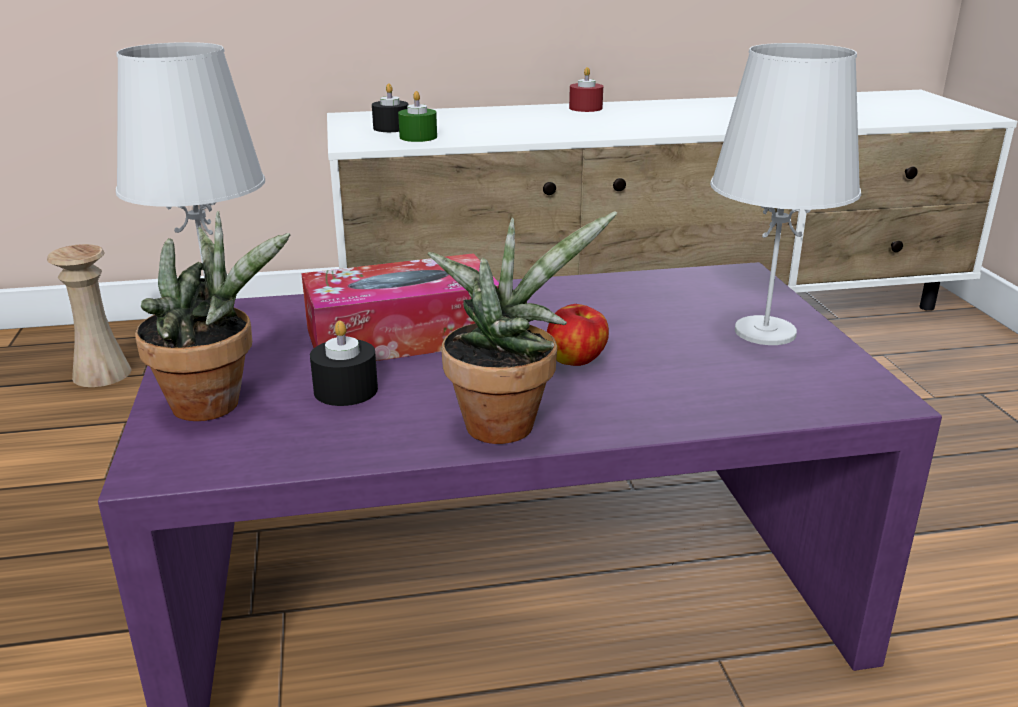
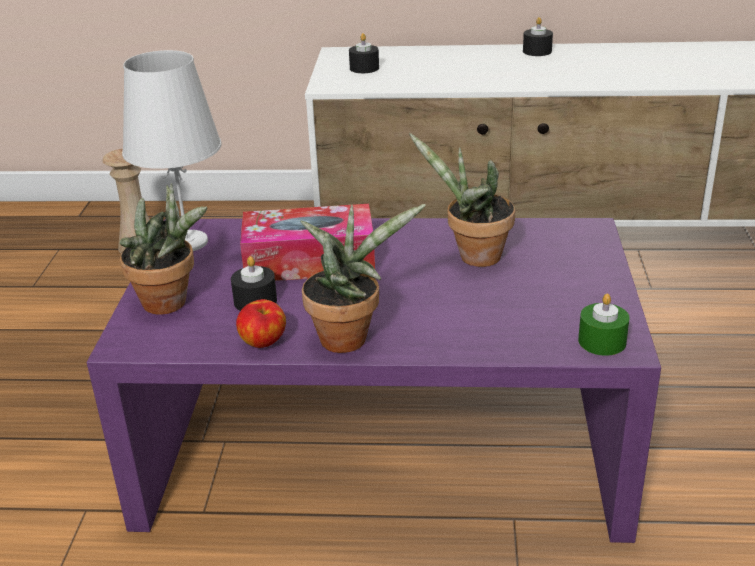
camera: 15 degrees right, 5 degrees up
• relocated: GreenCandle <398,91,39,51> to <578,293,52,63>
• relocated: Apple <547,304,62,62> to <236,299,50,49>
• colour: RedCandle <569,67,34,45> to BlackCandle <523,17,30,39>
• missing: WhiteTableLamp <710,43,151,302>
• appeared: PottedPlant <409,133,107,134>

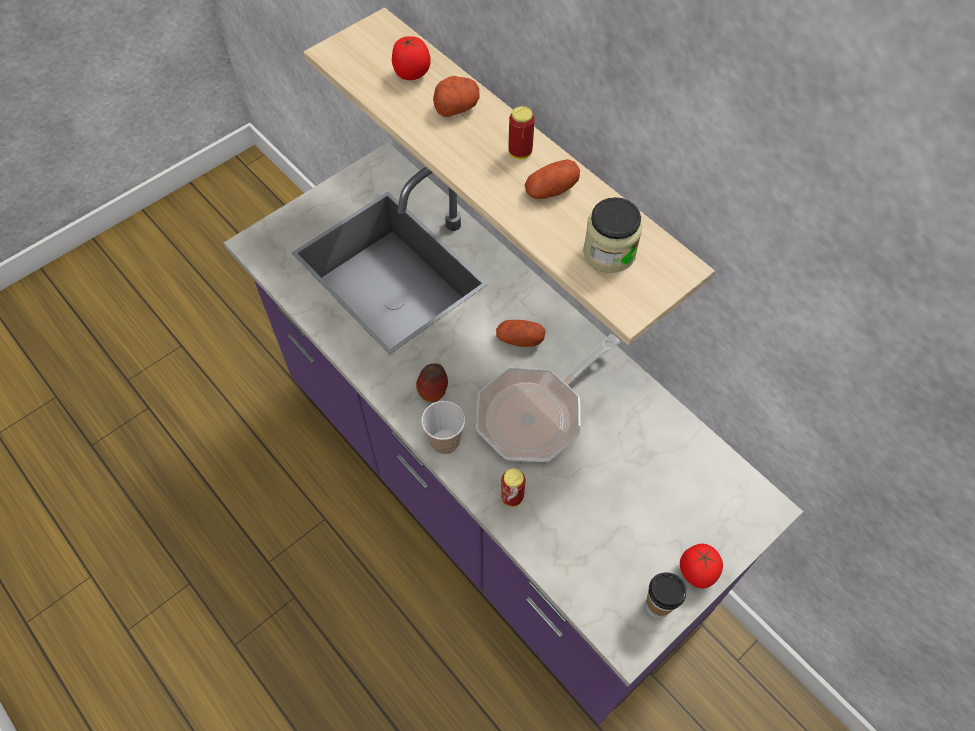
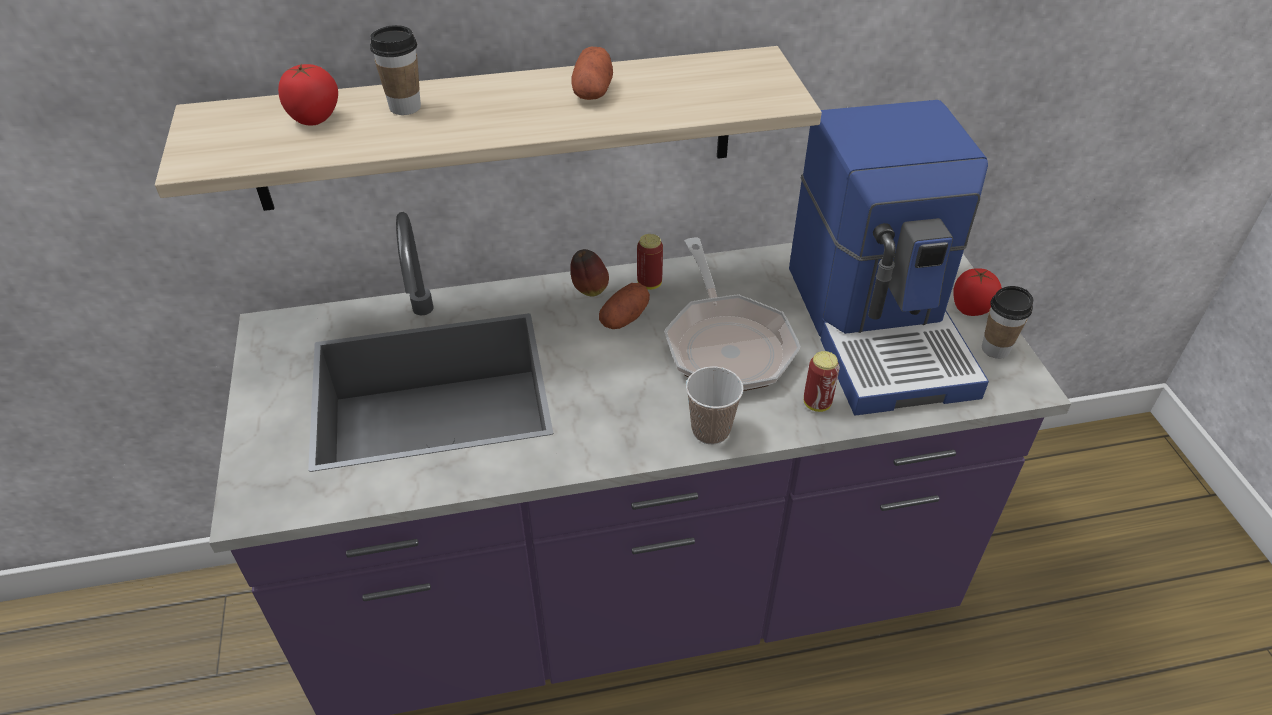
camera: 60 degrees left, 15 degrees down
• relocated: Apple <416,364,32,38> to <570,249,39,48>
• exchanged: Potato <433,76,47,41> to Cup <370,25,51,90>
• relocated: Can <509,106,26,53> to <637,234,26,56>
• missing: Jar <583,197,59,76>
• appeared: CoffeeMachine <789,100,200,316>

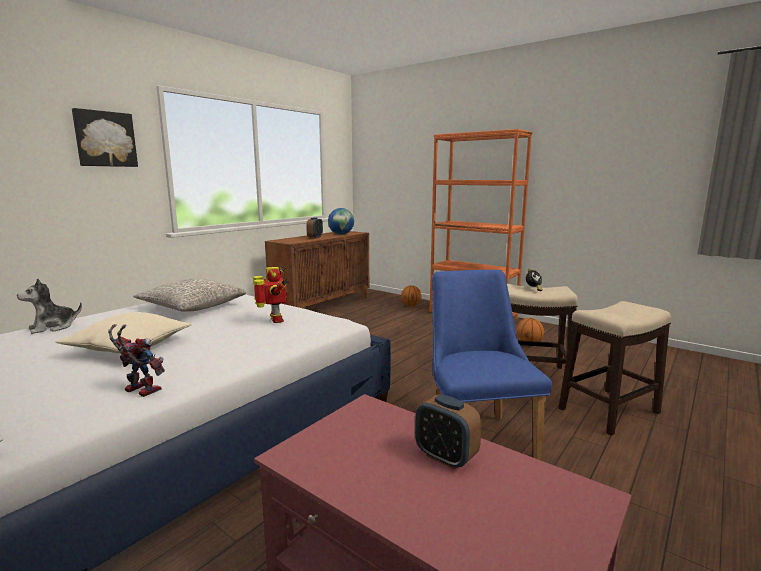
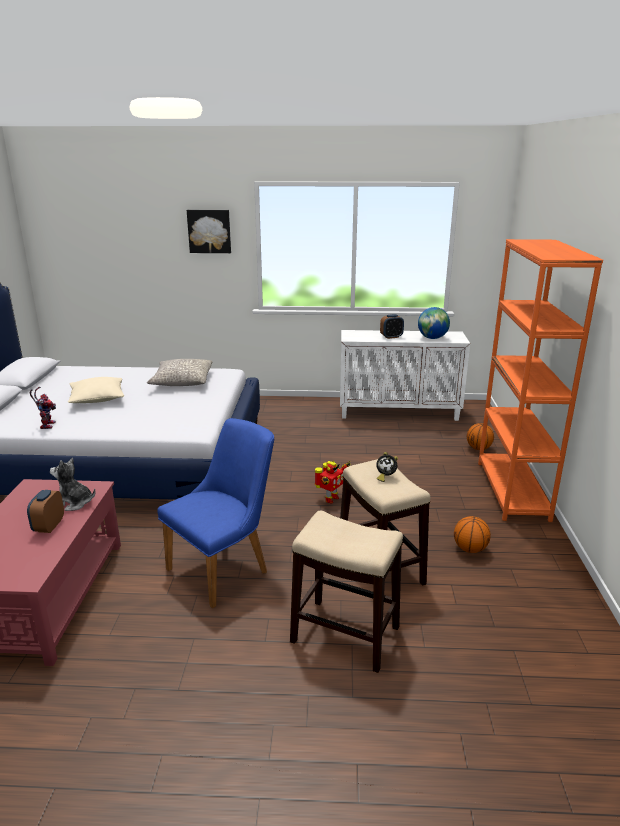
camera: 55 degrees right, 10 degrees up
• relocated: PlushToy <17,278,65,56> to <50,458,46,53>
• relocated: ToyRobot <253,266,36,57> to <315,461,35,42>
• colour: BrownCabinet <265,231,104,77> to WhiteCabinet <340,330,130,91>

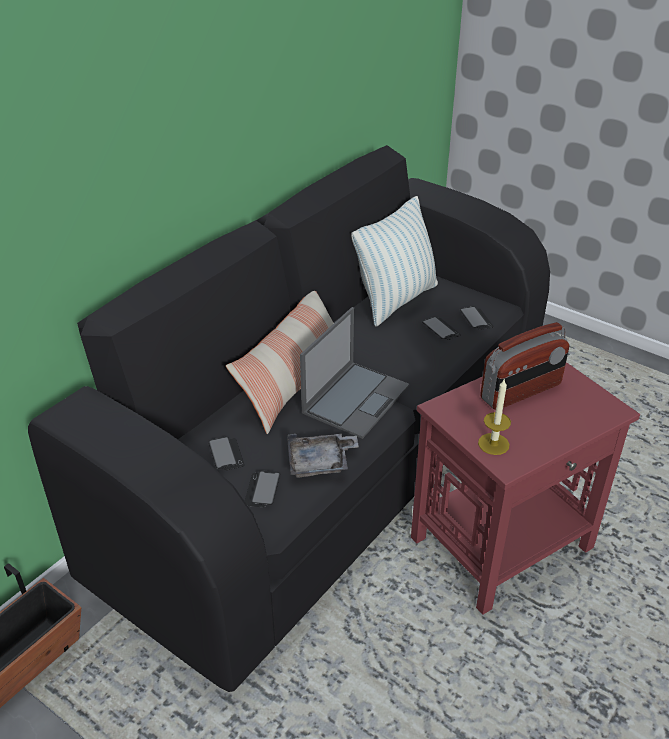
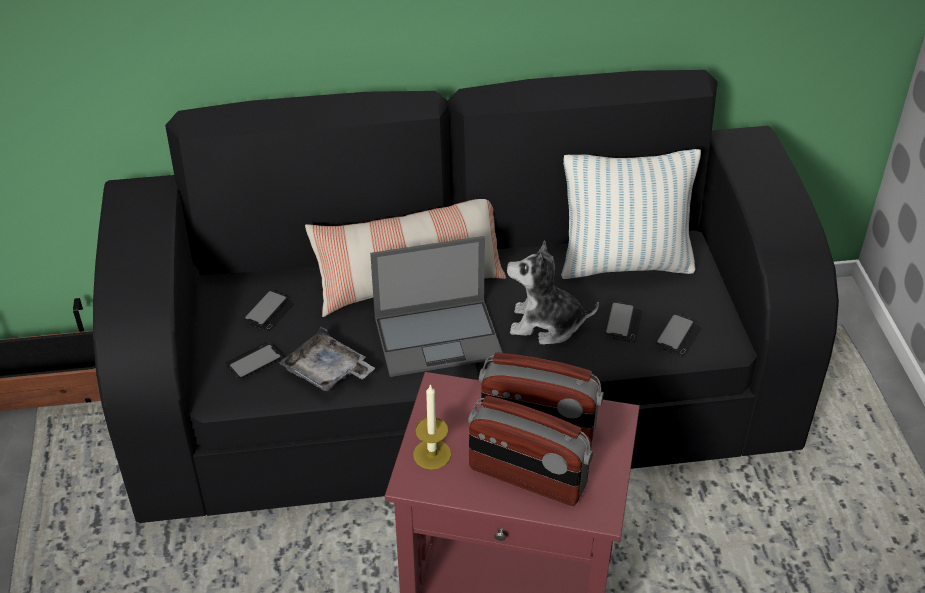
camera: 45 degrees right, 5 degrees up
• appeared: Radio <468,396,125,110>
• appeared: PlushToy <507,240,92,105>

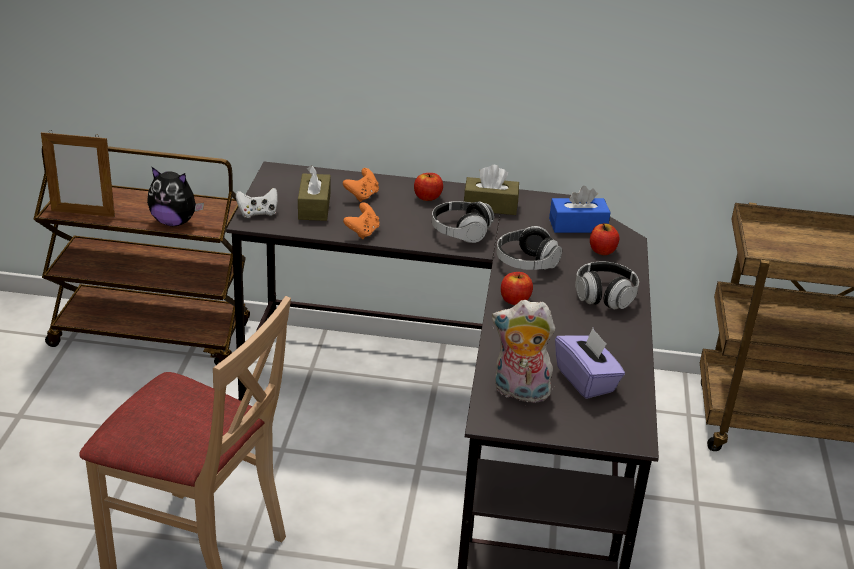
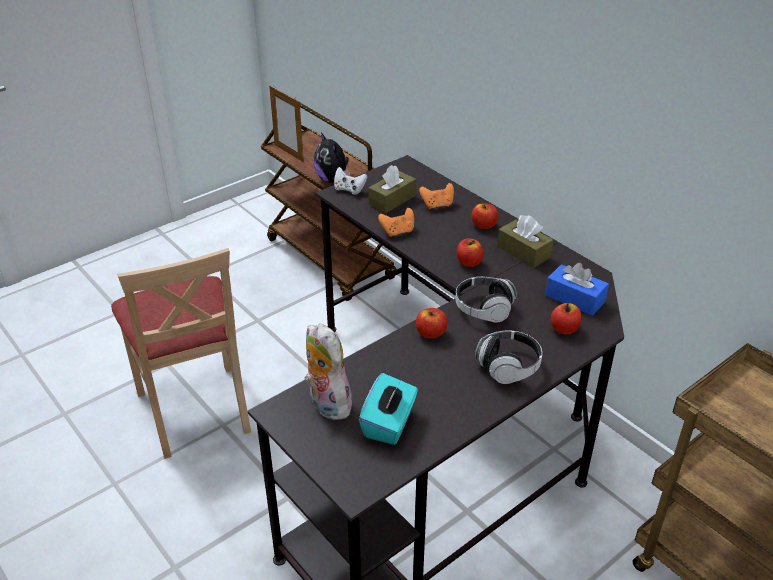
camera: 45 degrees right, 5 degrees up
• exchanged: Headphones <432,201,62,42> to Apple <457,239,26,28>
• colour: PurpleTissueBox <555,328,70,71> to TurquoiseTissueBox <359,373,59,72>

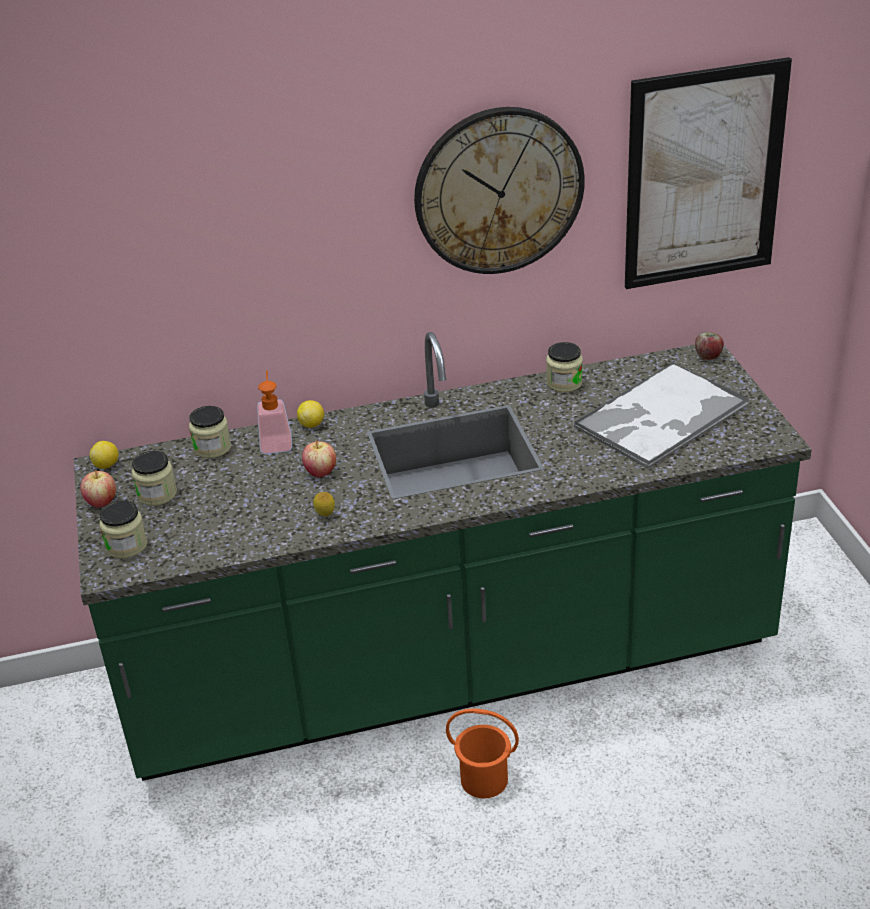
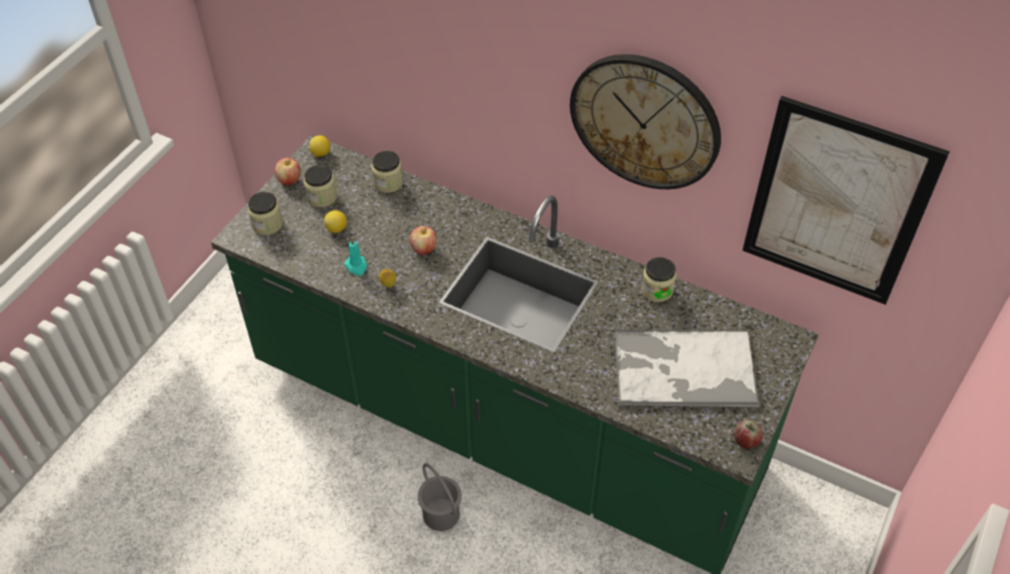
camera: 40 degrees right, 15 degrees up
• missing: SoapDispenser <257,370,35,84>
• relocated: Lemon <297,400,27,28> to <324,210,23,23>
• colour: OrangeBucket <446,708,73,90> to GreyBucket <418,463,44,68>
• relocated: Apple <695,332,29,28> to <734,419,29,30>
• appeared: TurquoiseCandle <344,238,23,38>

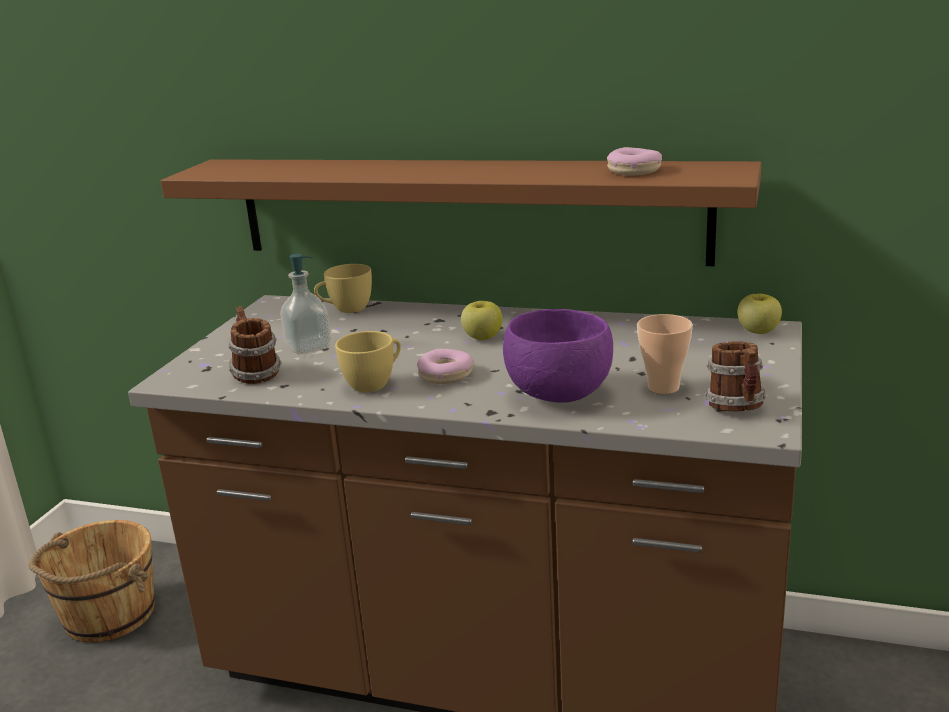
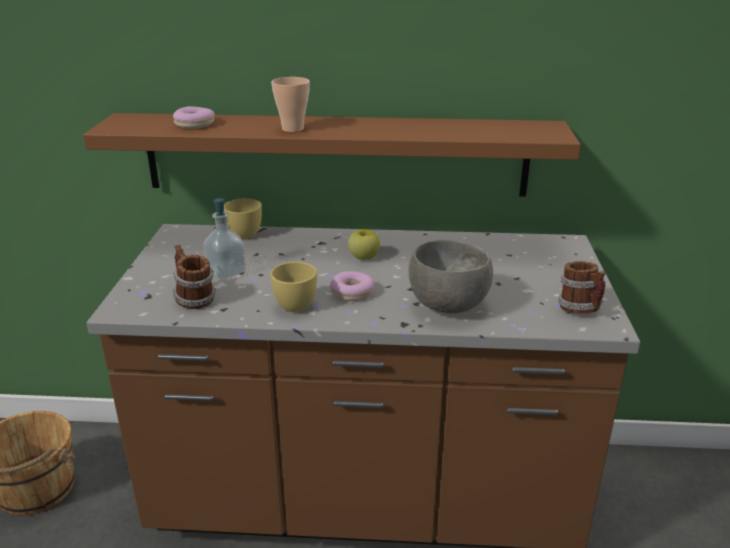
camera: 15 degrees left, 5 degrees up
• colour: PurpleBowl <503,309,110,93> to GreyBowl <408,240,85,73>
• relocated: Donut <607,147,55,28> to <173,106,42,23>
• relocated: Cup <637,314,56,80> to <271,77,39,55>
• missing: Apple <738,294,44,40>

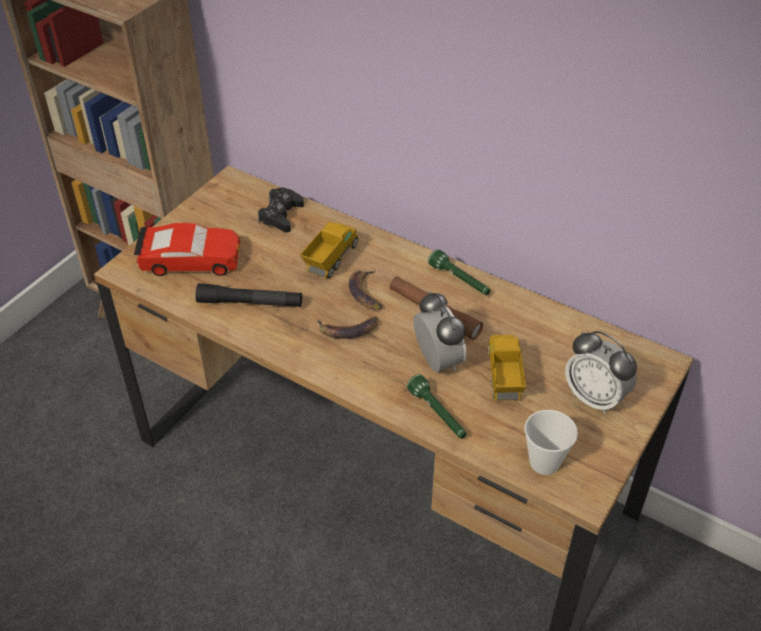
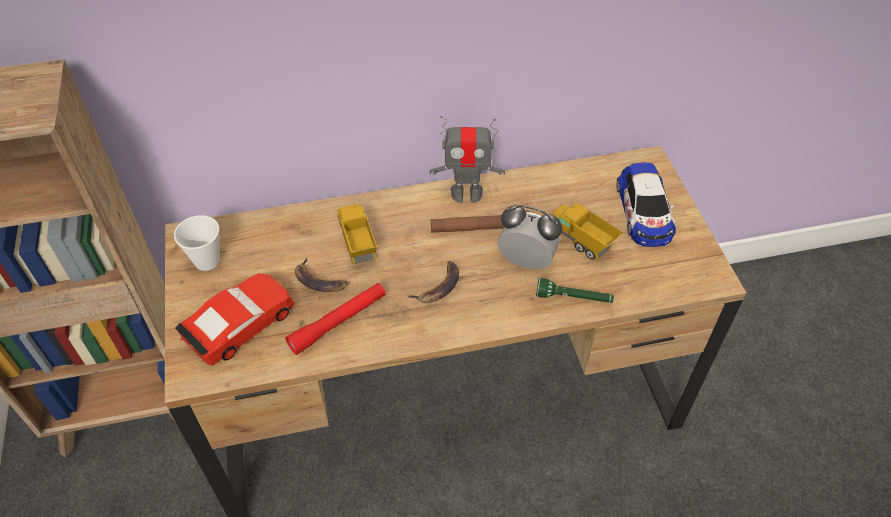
camera: 45 degrees left, 5 degrees up
• colour: BlackFlashlight <195,283,107,24> to RedFlashlight <285,283,101,72>
• missing: BlackGameController <258,188,46,44>
• relocated: Banana <349,270,33,39> to <295,257,53,35>
• exchanged: GreenFlashlight <428,249,62,46> to ToyRobot <430,116,75,87>
• relocated: Cup <524,410,54,65> to <174,215,46,56>
• exchanged: AlarmClock <565,331,72,83> to ToyCar <616,162,60,85>

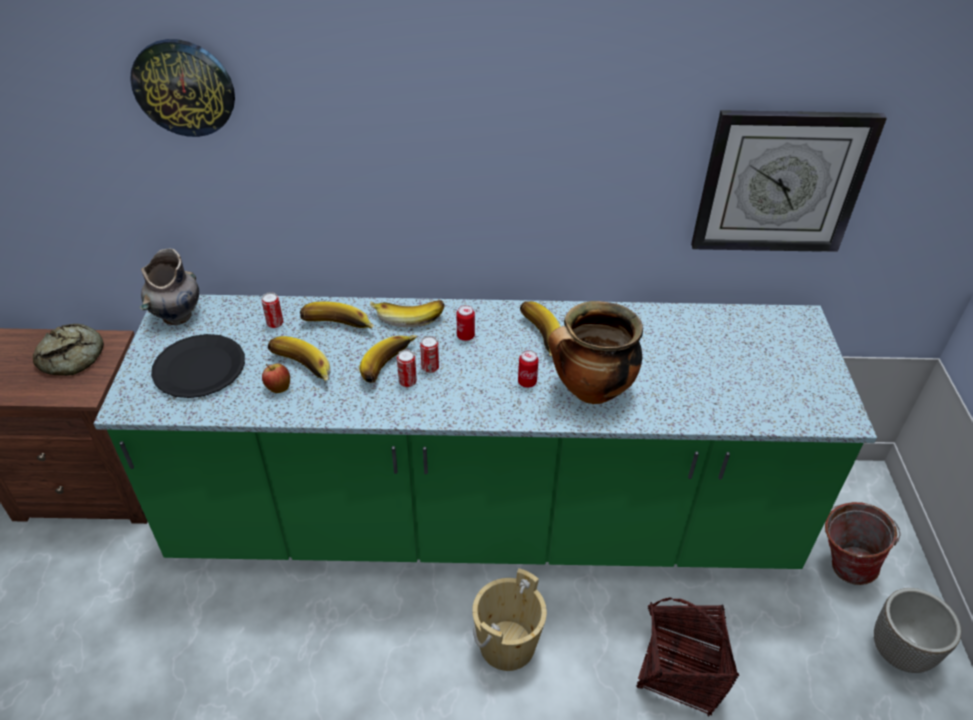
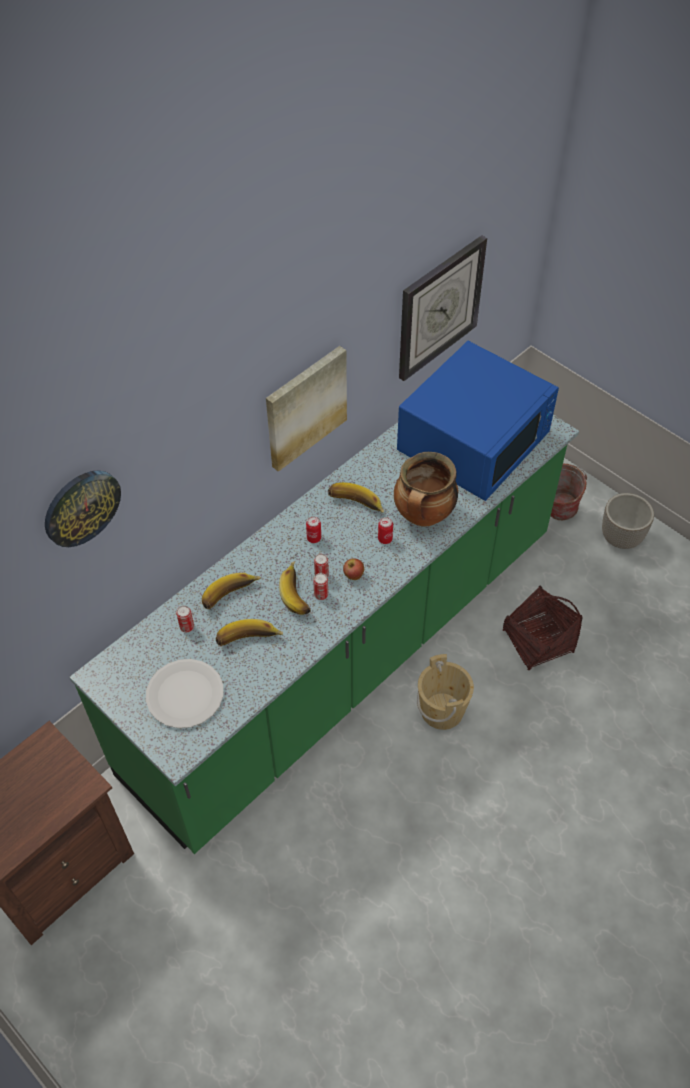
camera: 45 degrees left, 10 degrees up
• missing: Bread <33,324,71,52>
• missing: GreyVase <140,248,59,77>
• colour: BlackPlate <151,334,94,64> to WhitePlate <146,659,77,69>
• relocated: Apple <262,363,28,30> to <343,558,21,22>
• missing: Banana <370,300,75,27>
• appeared: Picture <266,346,81,126>
• appeared: BlueMicrowave <397,341,162,160>

